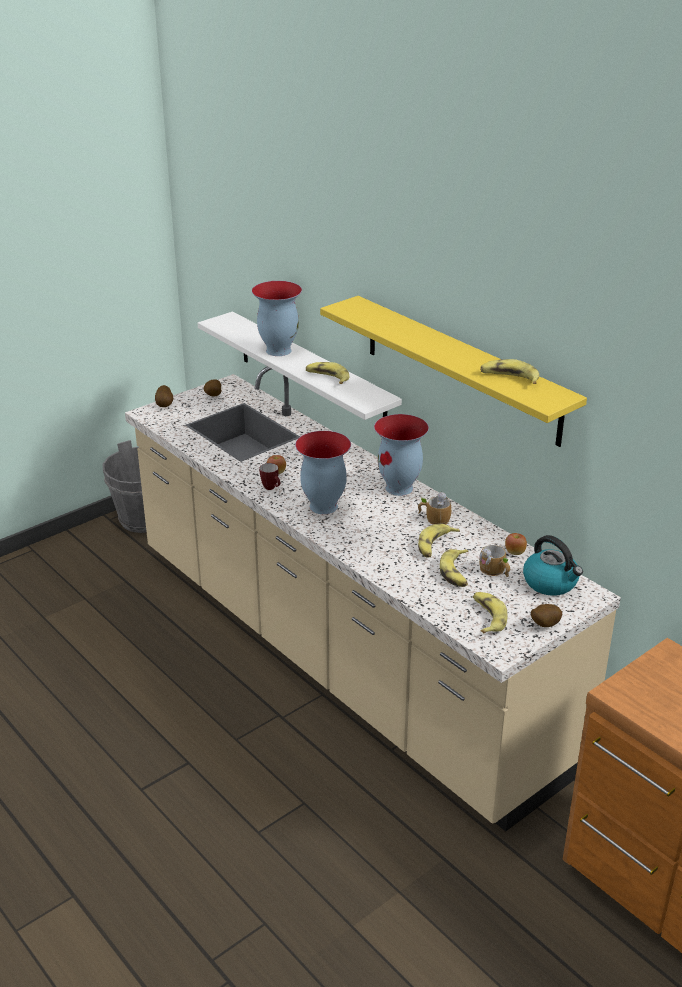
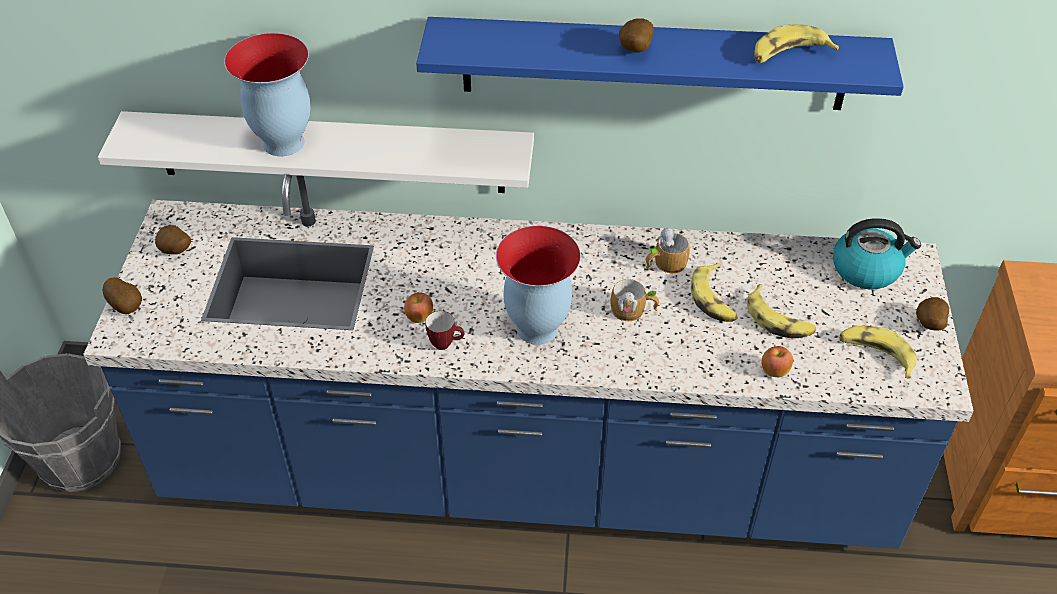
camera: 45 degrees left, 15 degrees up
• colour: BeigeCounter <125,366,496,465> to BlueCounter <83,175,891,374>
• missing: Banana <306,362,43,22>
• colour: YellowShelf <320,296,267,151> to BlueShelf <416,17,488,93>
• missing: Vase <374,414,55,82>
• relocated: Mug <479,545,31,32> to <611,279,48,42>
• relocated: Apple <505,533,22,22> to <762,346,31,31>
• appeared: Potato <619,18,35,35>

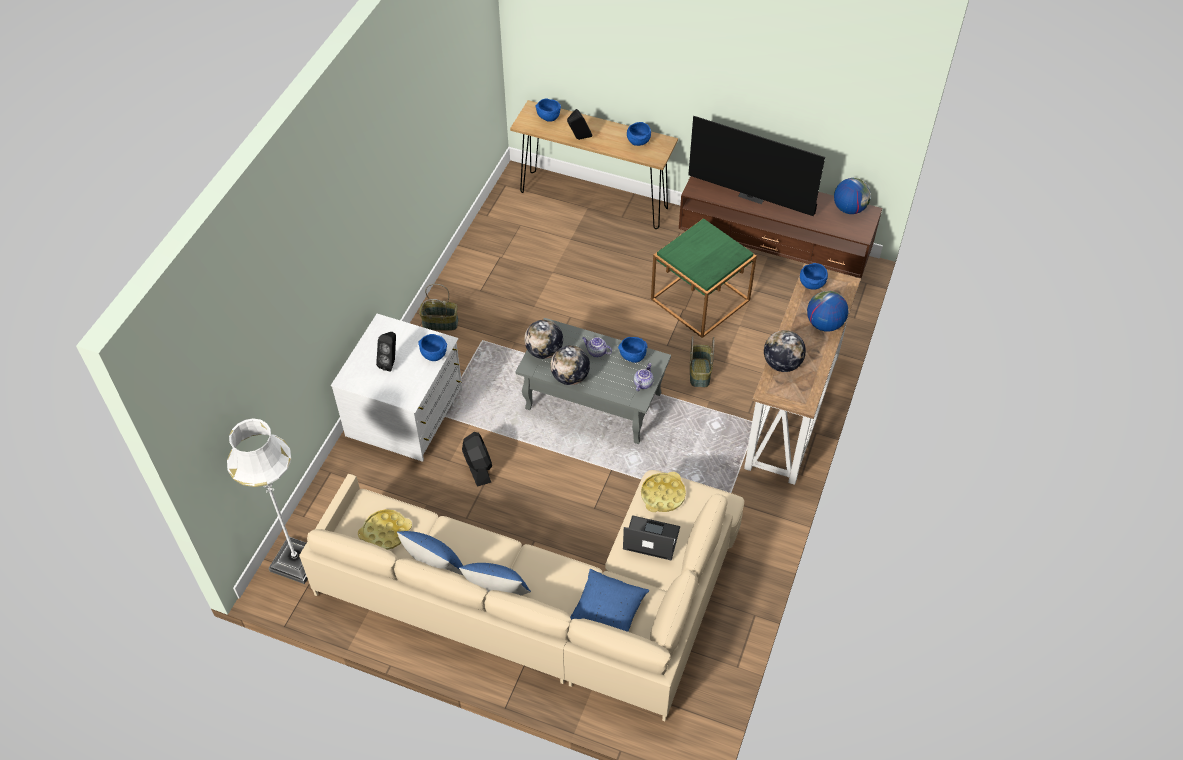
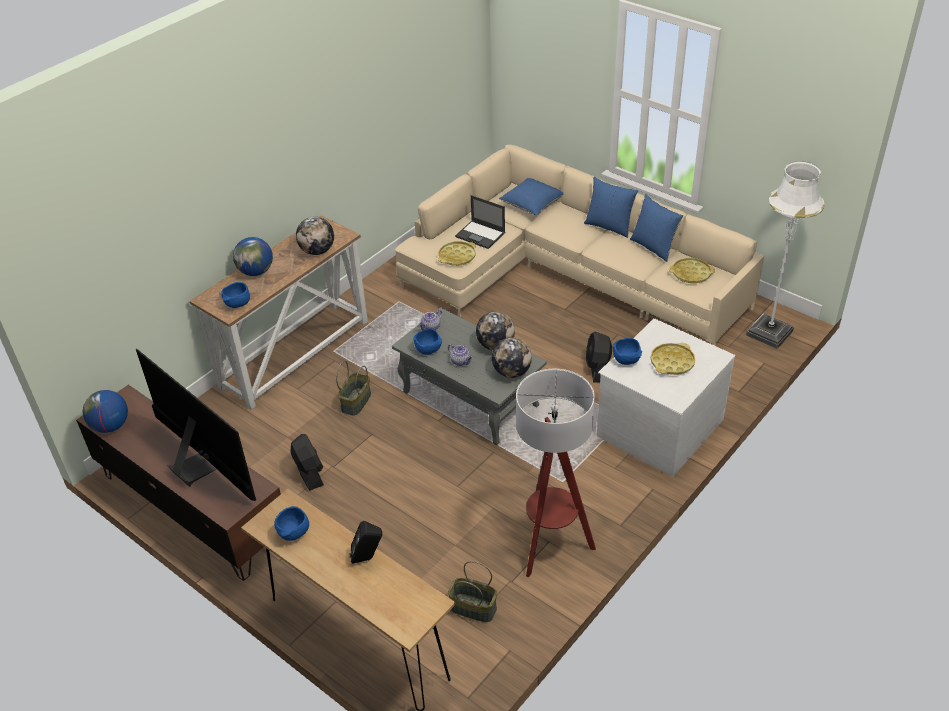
camera: 160 degrees left, 10 degrees down
• exchanged: BlackSpeaker <376,332,20,40> to YellowTray <651,342,44,33>
• relocated: Basket <419,284,39,47> to <448,561,49,61>
• missing: BlueBowl <535,99,26,23>
• exchanged: GreenSideTable <651,218,106,120> to BlackFan <290,434,34,57>
• appeared: FloorLamp <516,369,80,208>

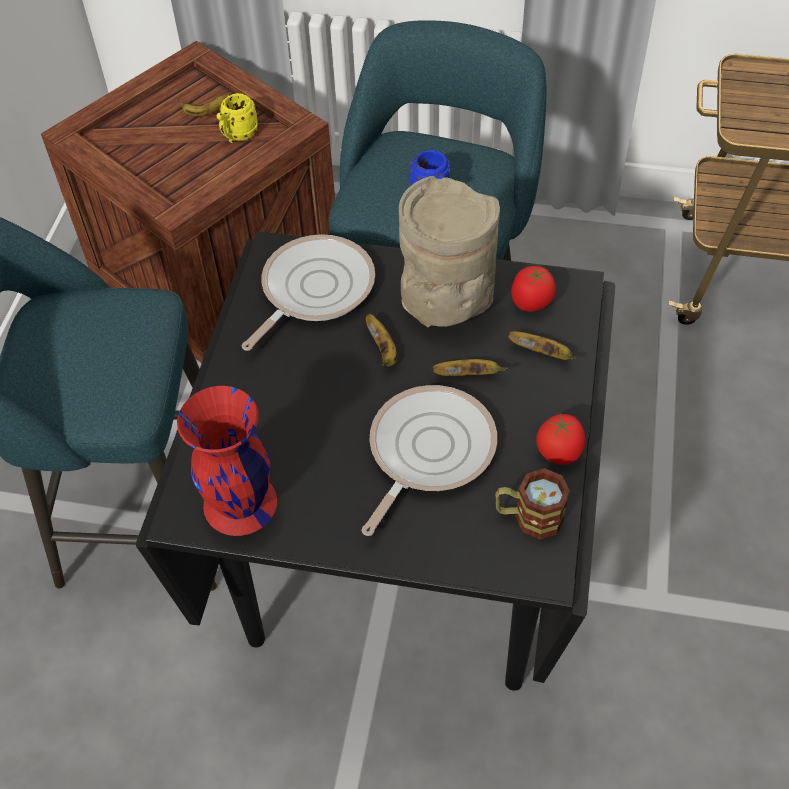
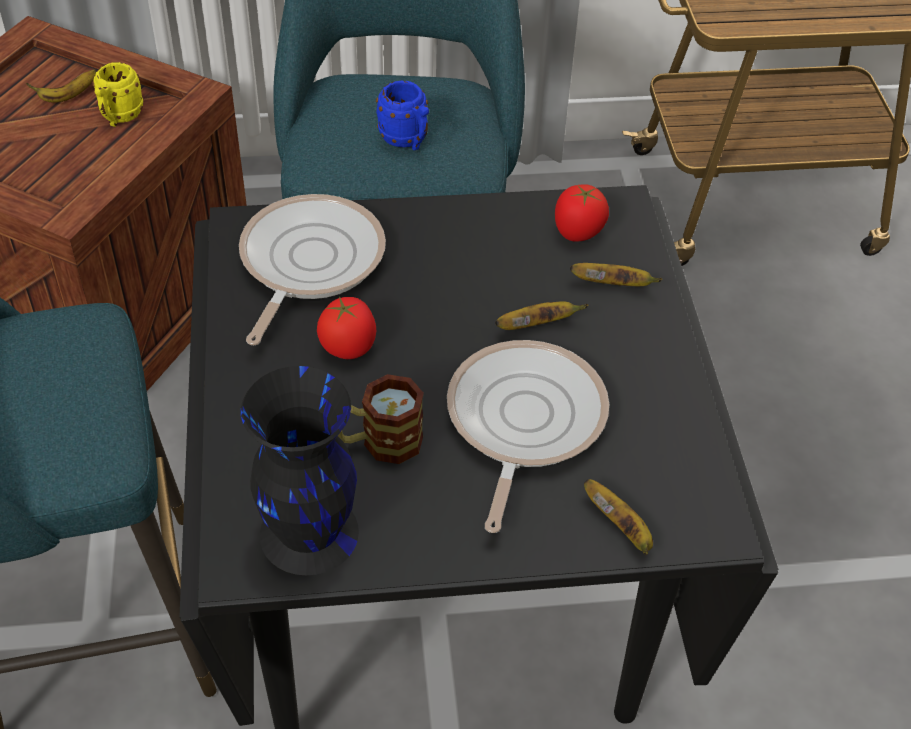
camera: 20 degrees left, 5 degrees down
• colour: RedVase <177,386,100,150> to BlackVase <241,366,118,209>
• relocated: Banana <366,314,31,53> to <584,479,69,76>
• missing: BeigeVase <399,176,101,151>
• relocated: Mug <495,468,75,71> to <338,374,86,90>
• relocated: Tomato <536,413,50,52> to <317,296,59,63>

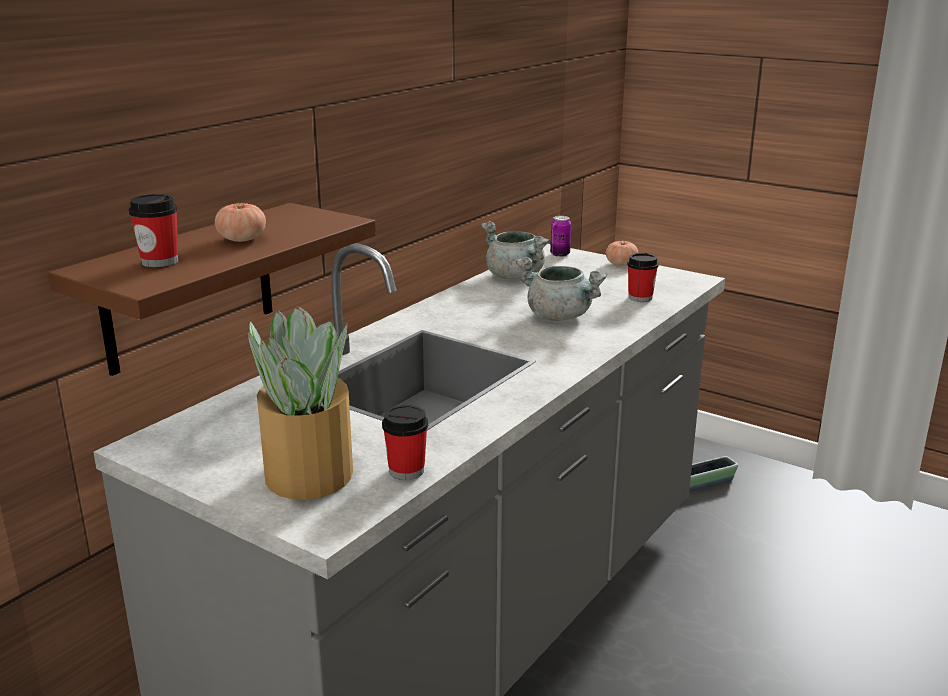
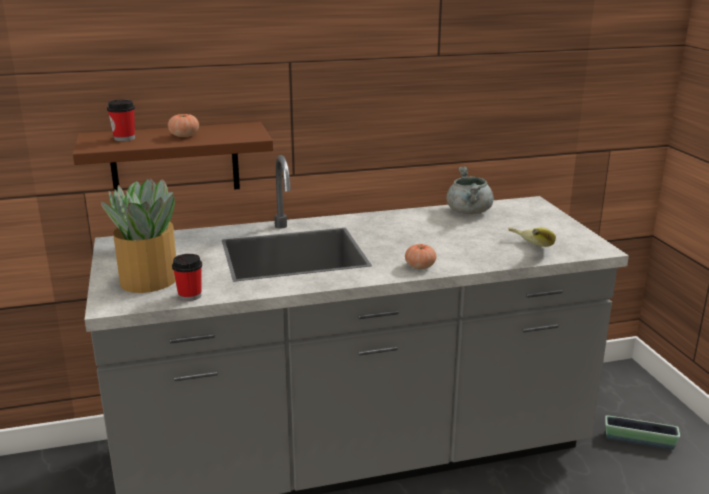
camera: 40 degrees right, 0 degrees up
• missing: GreyCookingPot <516,257,91,64>
• missing: Can <550,216,21,41>
• relocated: Tomato <606,241,32,25> to <405,244,31,25>
• exchanged: Cup <627,253,32,49> to Banana <508,227,48,20>

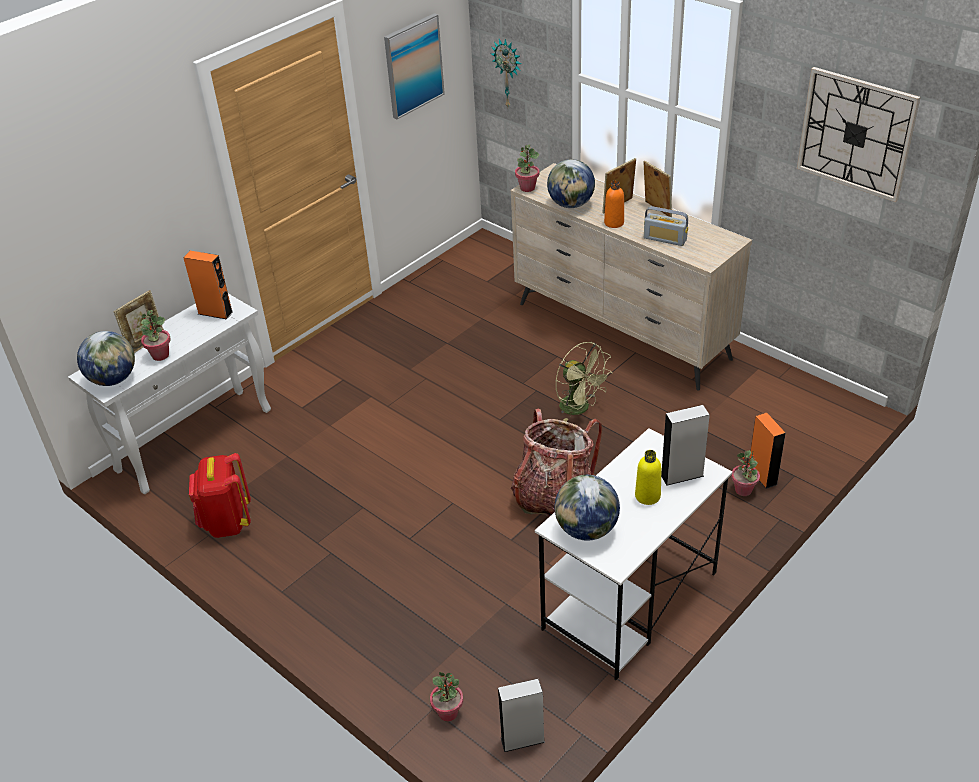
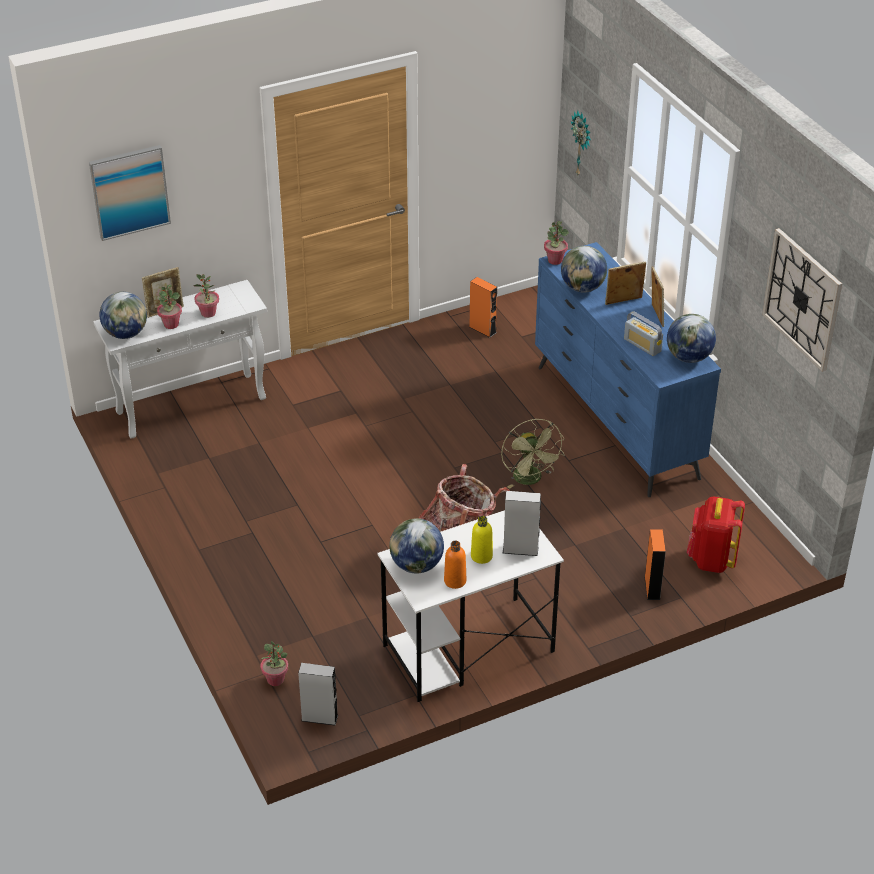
camera: 20 degrees right, 0 degrees up
• relocated: OrangeSpeaker <183,251,50,68> to <470,277,27,61>
• relocated: RedBackpack <189,453,62,85> to <687,496,58,77>
• relocated: Picture <384,13,61,106> to <89,145,82,96>
• colour: BeigeDresser <511,163,241,227> to BlueDresser <535,242,186,255>
• relocated: OrangeBottle <604,181,20,47> to <444,541,22,48>
• relocated: PottedPlant <731,450,29,46> to <193,274,26,44>
• appeared: Globe <667,314,49,49>

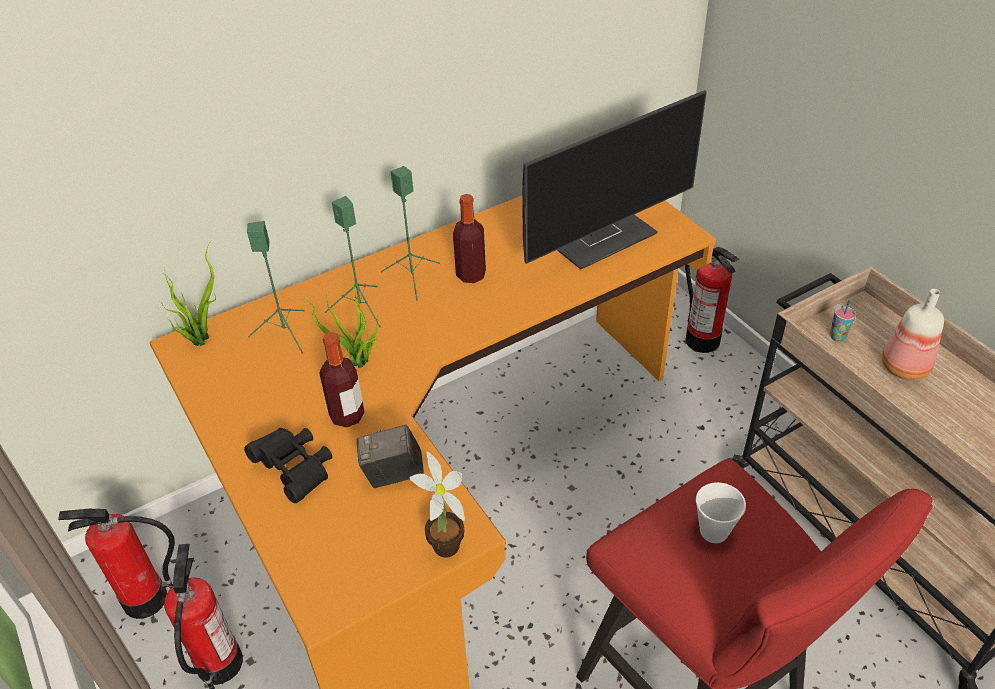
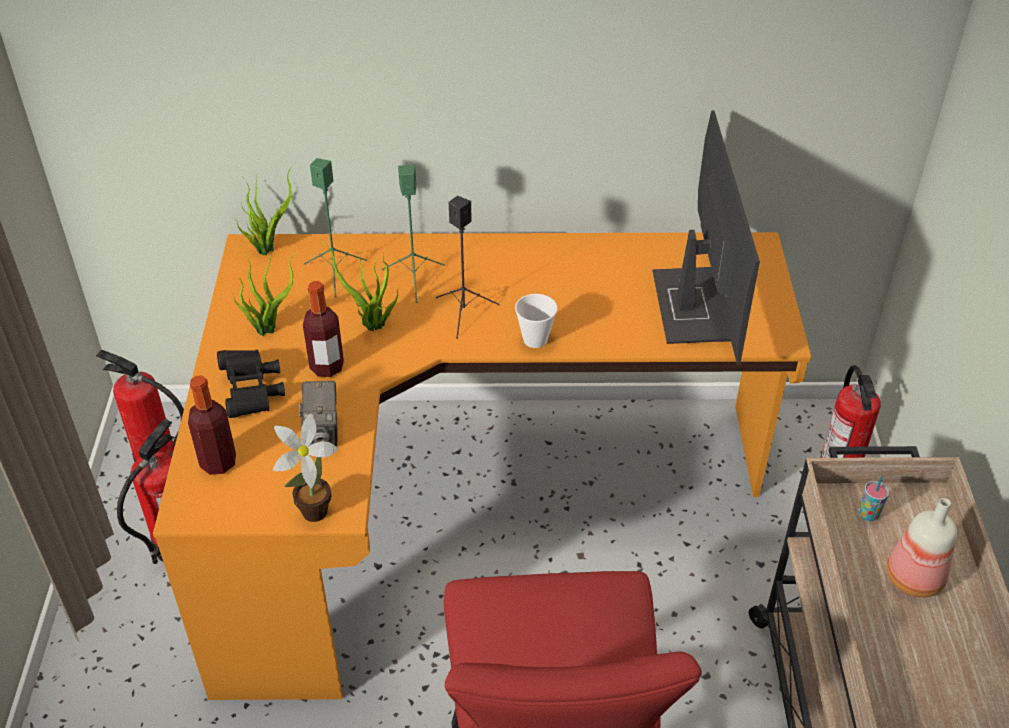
camera: 30 degrees right, 0 degrees up
• spun: PhotoCamera <357,425,67,63> = <299,381,38,66> 120 degrees counterclockwise
• missing: GreenSpeaker <381,166,59,135>
• relocated: Bottle <453,194,33,89> to <188,375,48,100>
• spun: Monitor <522,90,185,179> = <652,111,108,254> 90 degrees counterclockwise
• relocated: Cup <696,482,50,61> to <515,294,43,54>
• appeared: PottedPlant <232,251,66,85>
• appeared: BlackSpeaker <436,196,64,143>

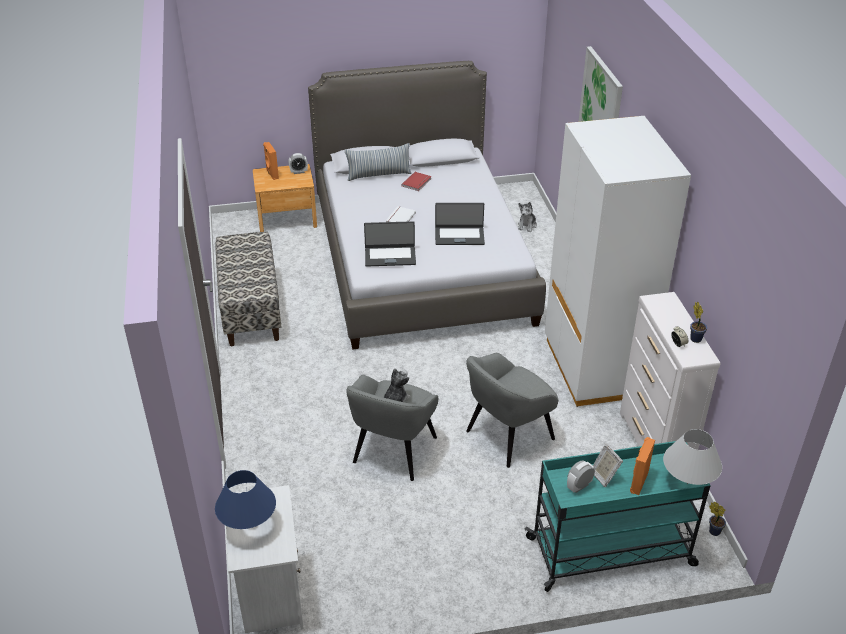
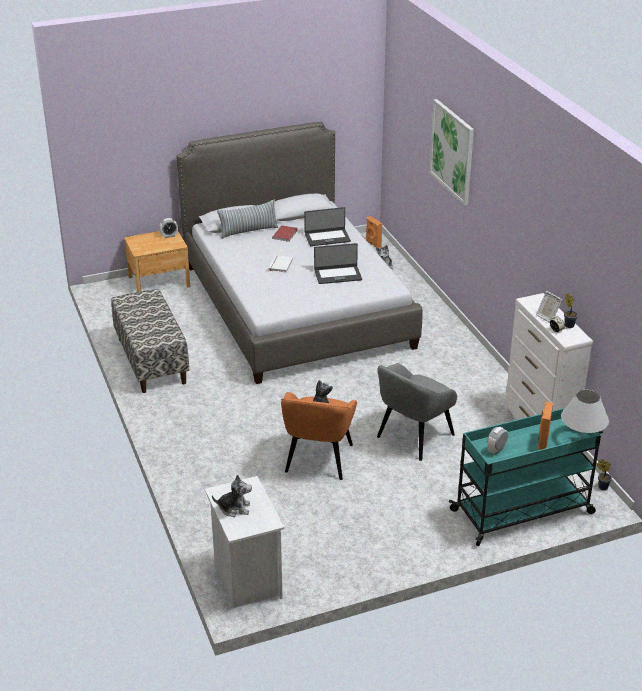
camera: 10 degrees left, 5 degrees down
• exchanged: BlueTableLamp <215,470,61,59> to PlushToy <212,475,40,42>
• relocated: OrangeSpeaker <263,142,16,38> to <366,216,16,32>
• colour: GreyArmchair <346,375,92,106> to OrangeArmchair <281,392,76,88>
• relocated: Laptop <364,221,52,46> to <304,207,47,39>
• missing: WhiteWardrobe <545,116,146,291>
• relocated: PictureFrame <593,443,30,44> to <536,291,27,32>

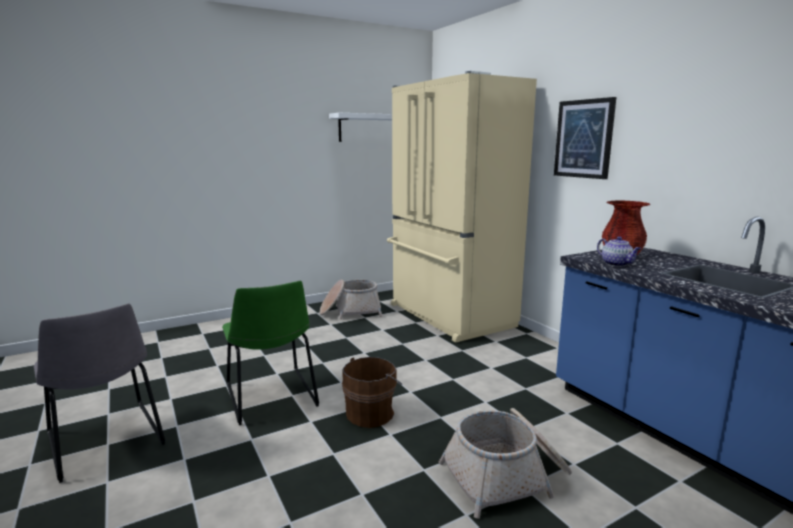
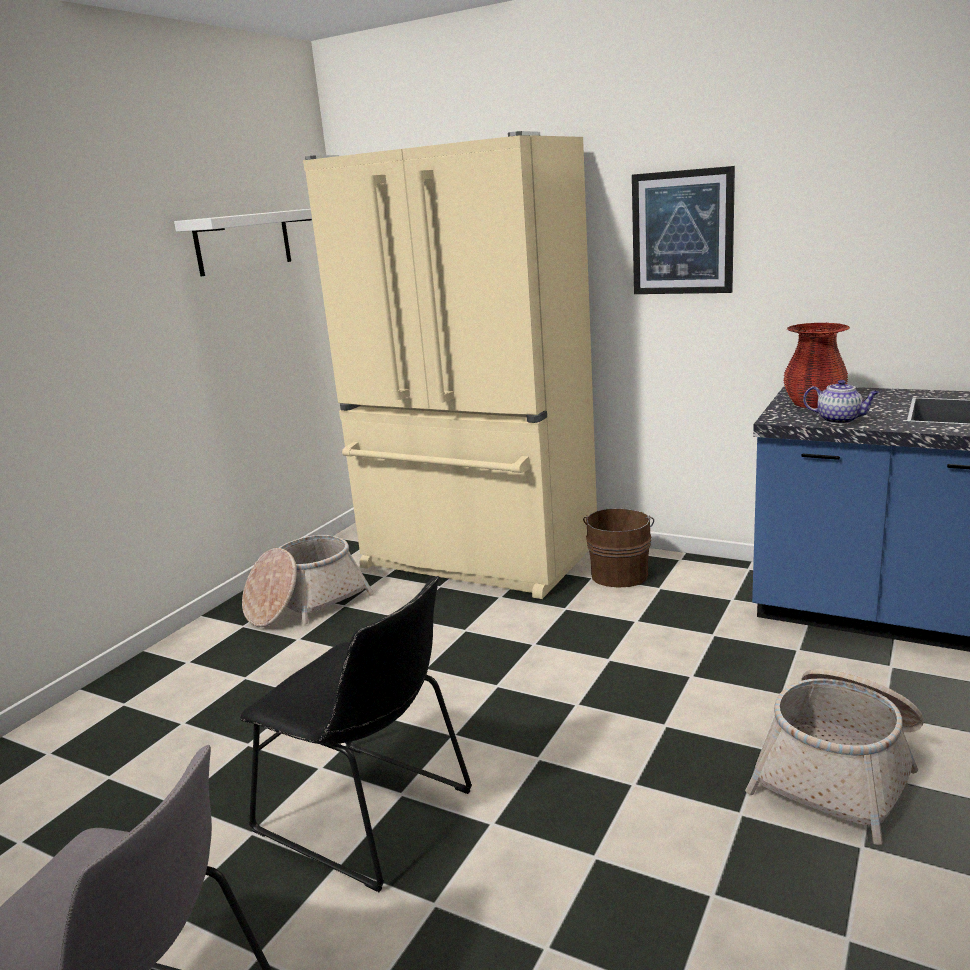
camera: 30 degrees left, 5 degrees up
• colour: GreenChair <222,281,97,144> to BlackChair <240,576,232,316>
• relocated: BrownBucket <342,357,60,71> to <583,508,71,80>

